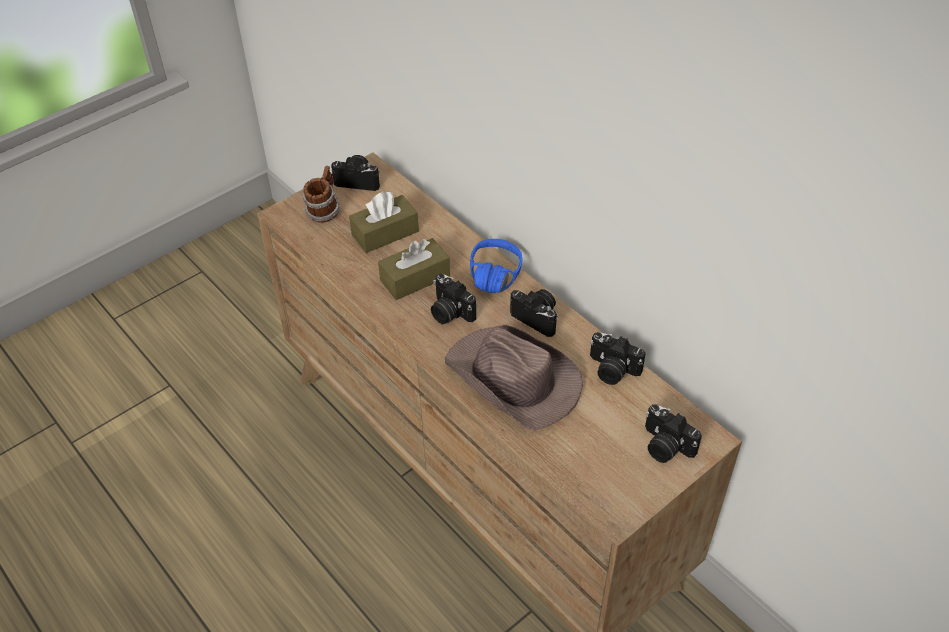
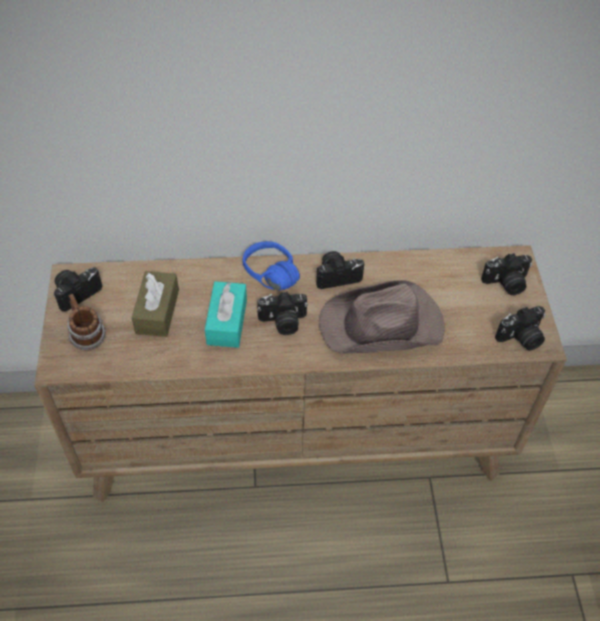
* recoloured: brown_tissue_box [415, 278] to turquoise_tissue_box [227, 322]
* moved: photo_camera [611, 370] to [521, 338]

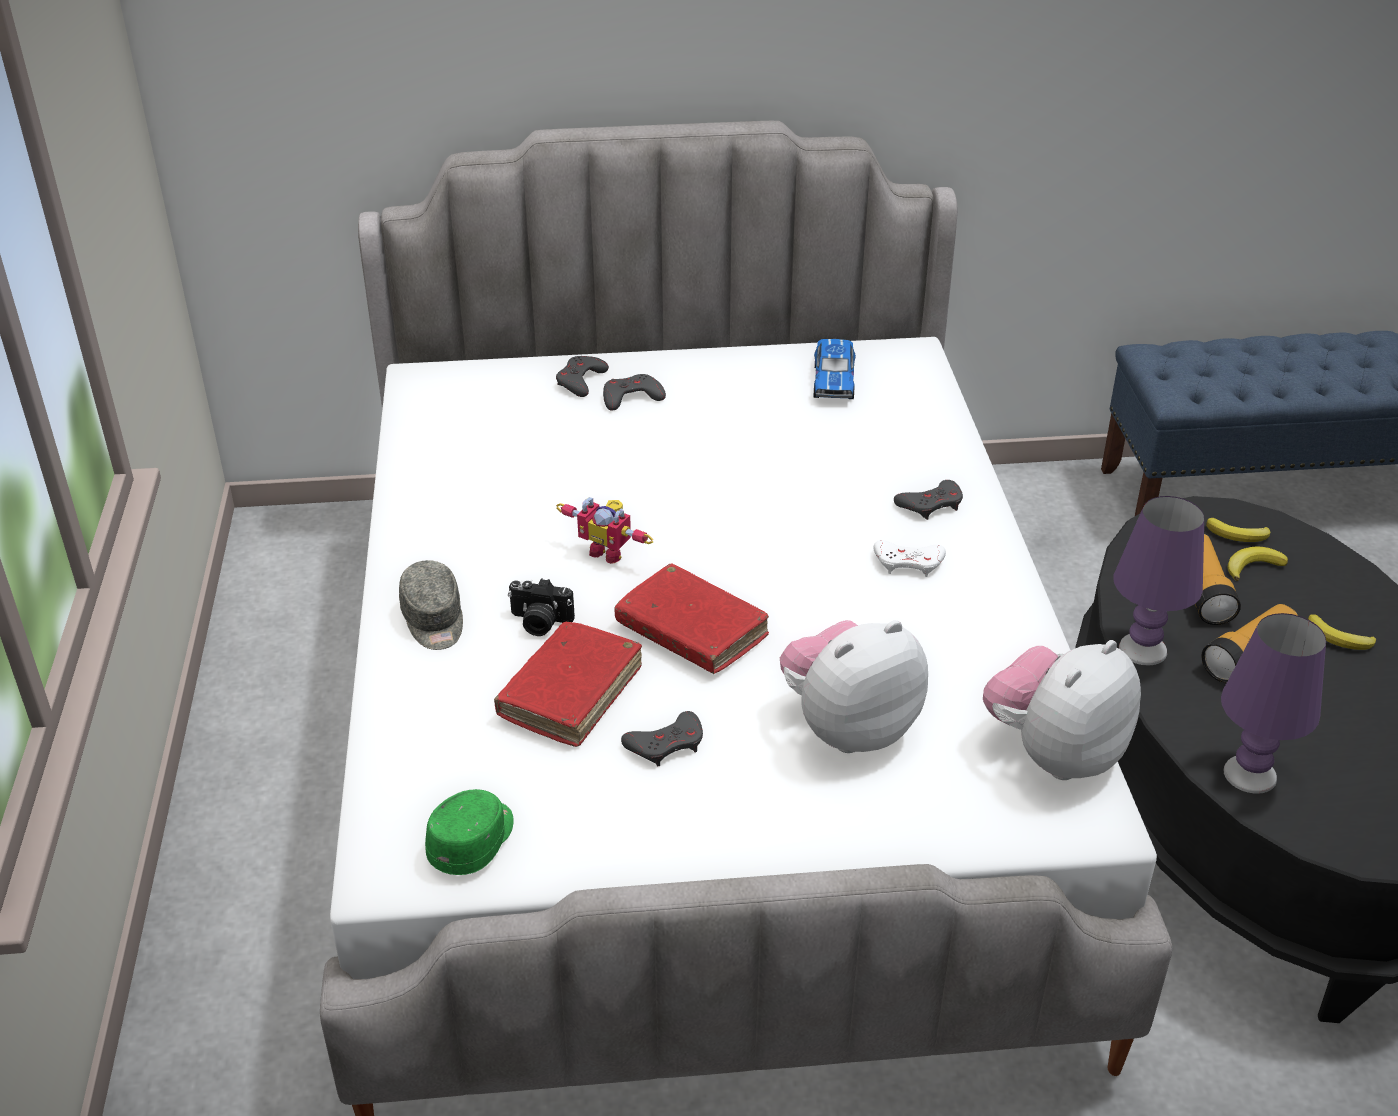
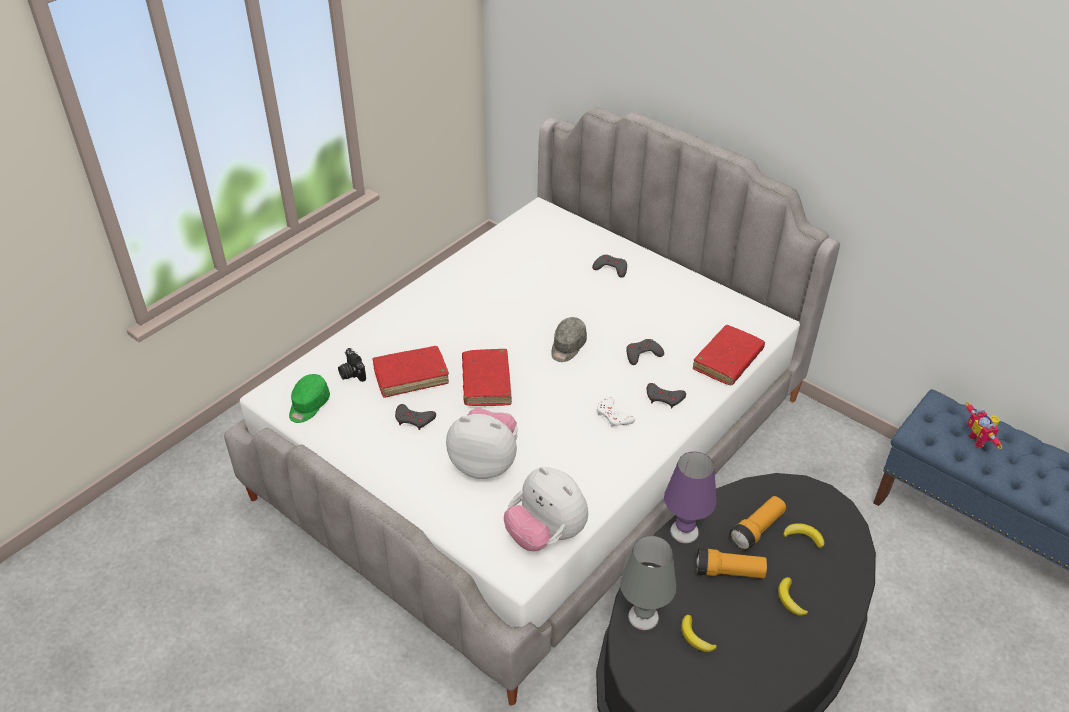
* moved: grey_cap [434, 620] to [567, 347]
* turned: green_cap [473, 841] = [308, 405] 135 degrees clockwise
* moved: photo_camera [539, 622] to [351, 373]
* moved: grey_game_controller [580, 381] to [642, 354]
* moved: toy_robot [609, 551] to [980, 439]
* removed: toy_car [833, 380]
* turned: plush_toy [1054, 753] = [545, 534] 135 degrees counterclockwise
* moved: banana [1238, 535] to [695, 637]
* recoloured: purple_table_lamp [1250, 775] to grey_table_lamp [643, 617]
* added: red_book [727, 361]

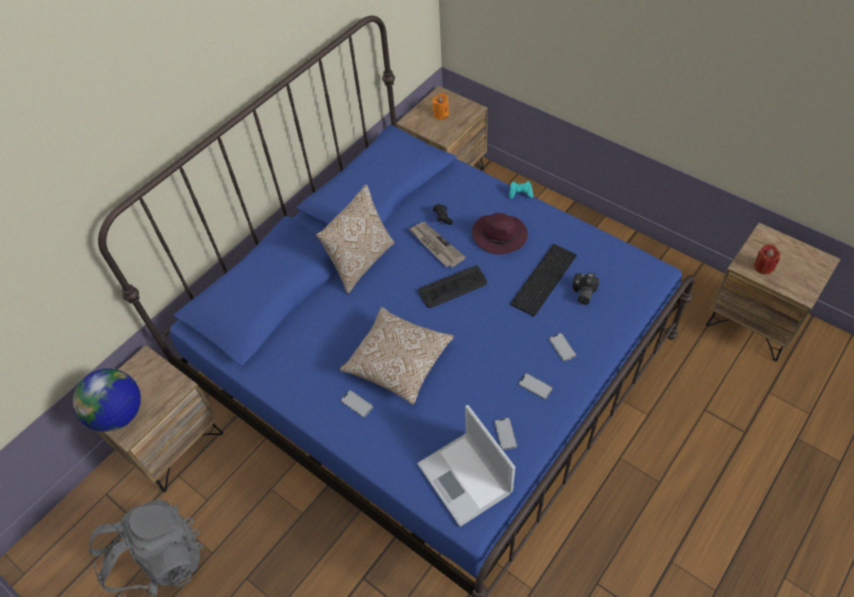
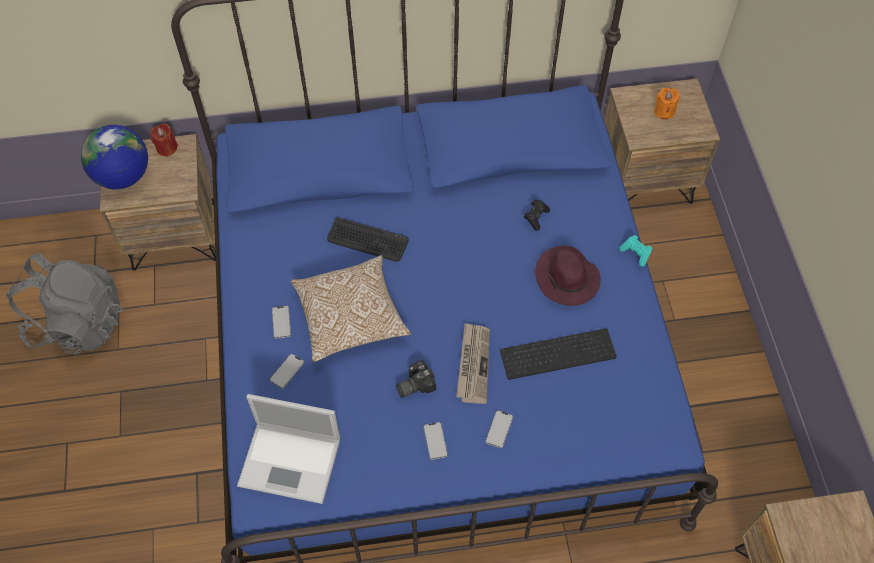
* removed: pillow [360, 262]
* moved: newspaper [435, 246] to [473, 364]
* turned: laptop [466, 479] = [292, 462] 90 degrees counterclockwise
* moved: keyboard [453, 287] to [367, 240]
* moved: phone [505, 434] to [287, 371]
* moved: photo_camera [582, 293] to [413, 384]
* moved: red_candle [763, 267] to [167, 148]

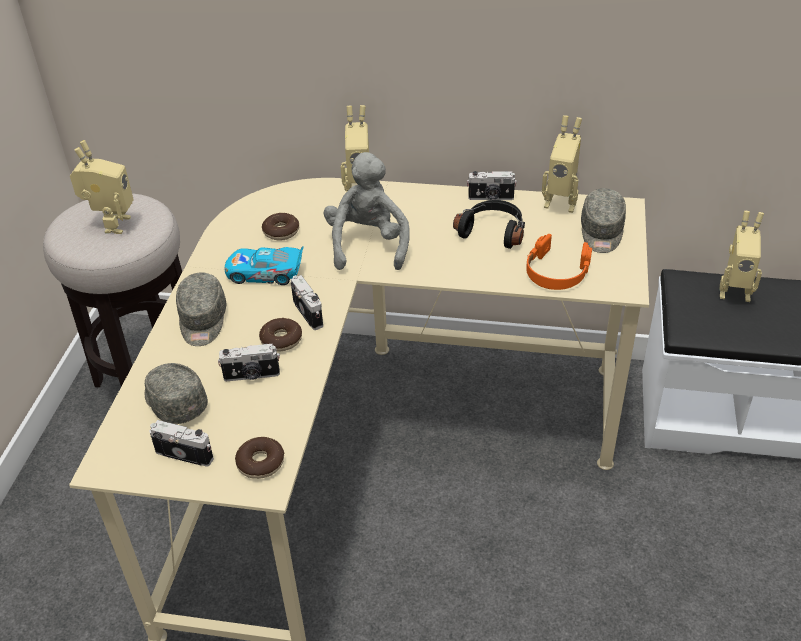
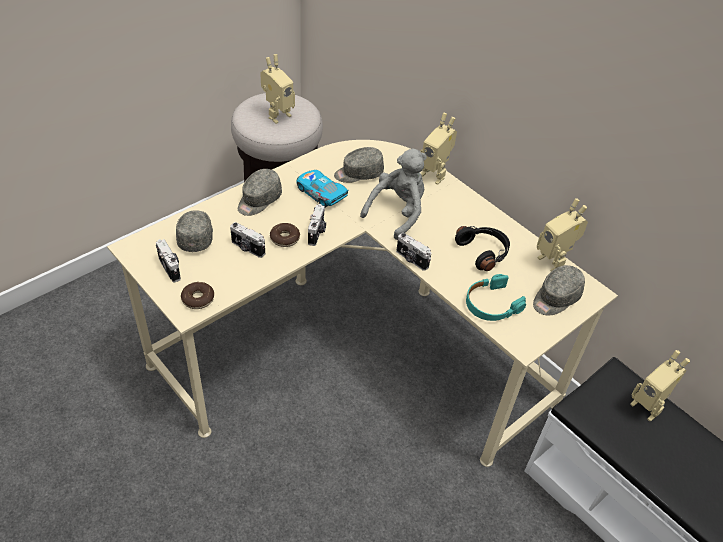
* replaced: donut [281, 231] to grey_cap [358, 174]
* moved: photo_camera [491, 198] to [411, 260]
* recoloured: orange_headphones [556, 272] to turquoise_headphones [491, 304]

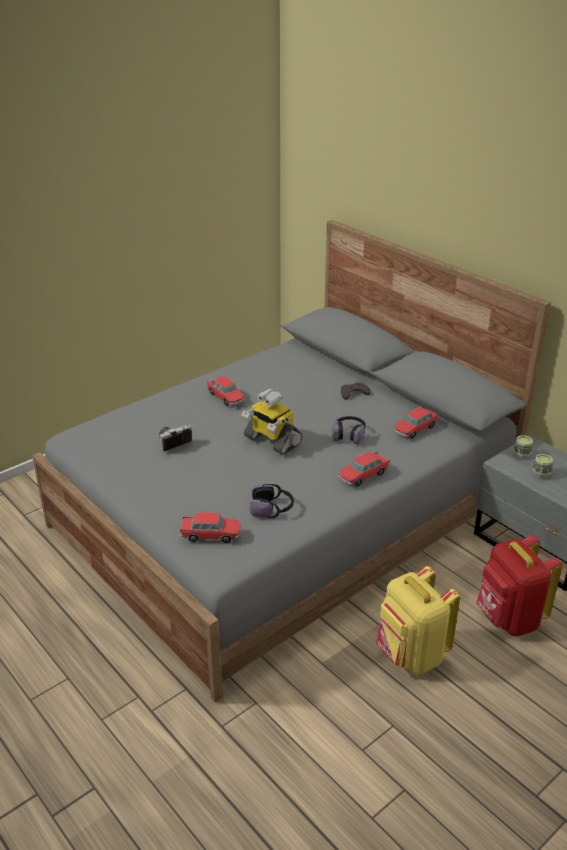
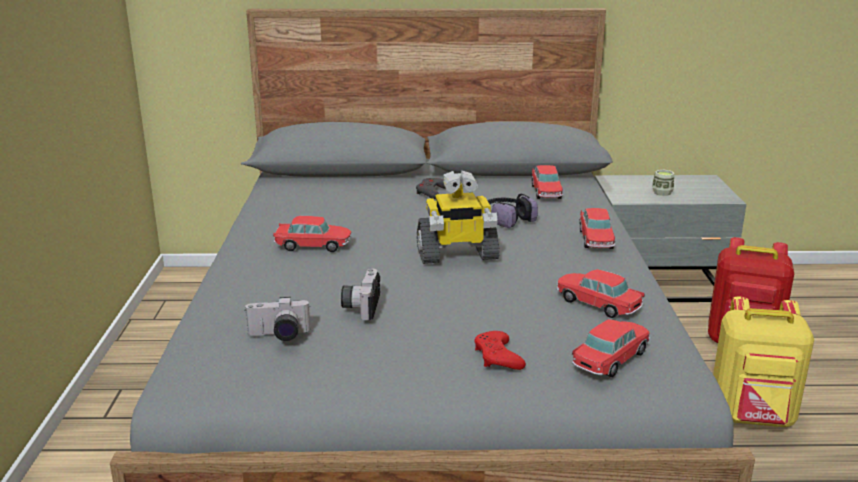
* replaced: headphones [272, 508] to toy_car [597, 304]
* removed: cup [521, 455]
* added: photo_camera [279, 335]
* added: red_game_controller [497, 356]

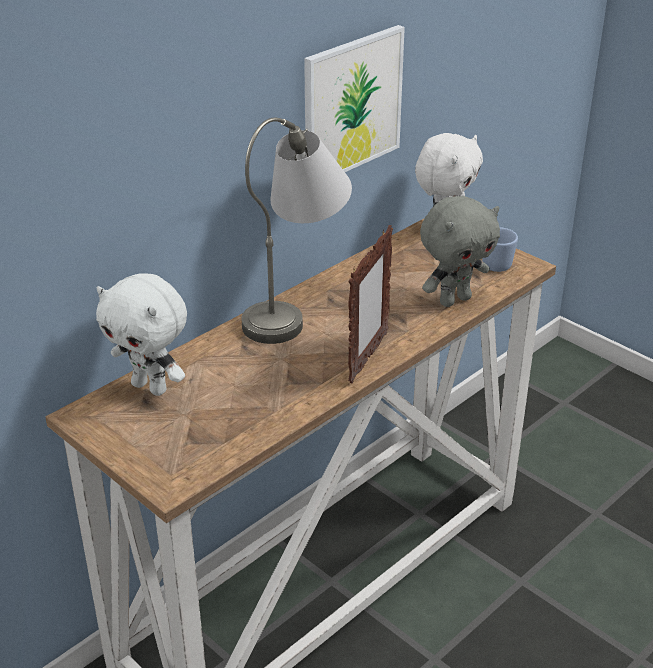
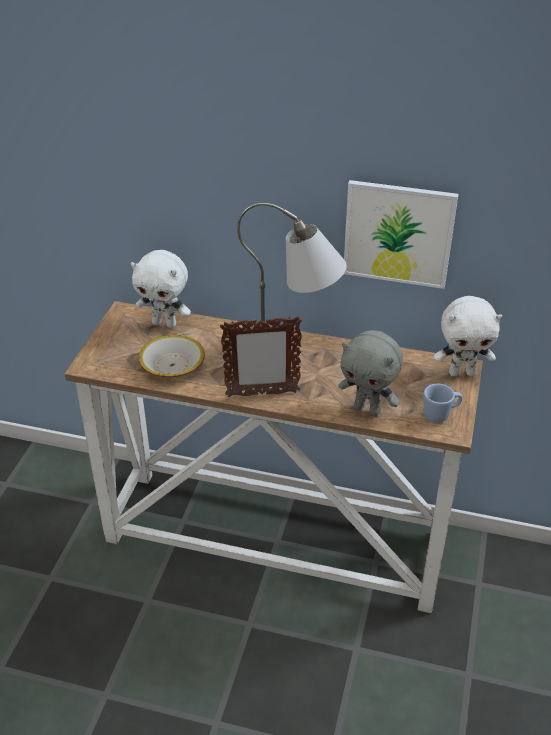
* turned: white_plush_toy [151, 387] = [165, 323] 75 degrees counterclockwise
* added: bowl [172, 366]

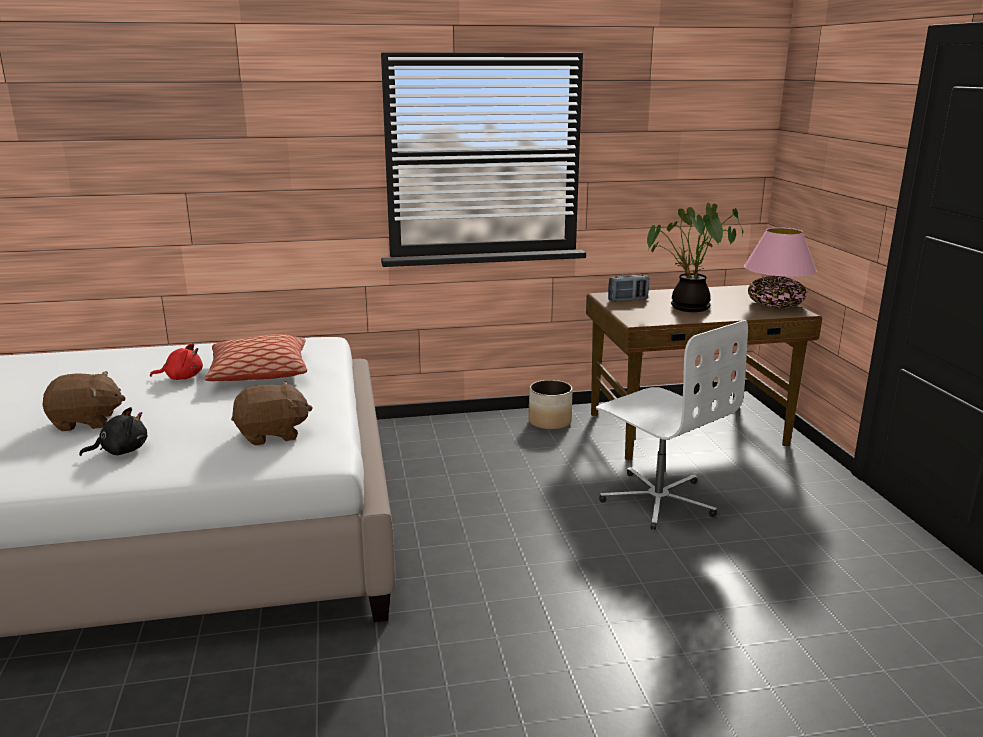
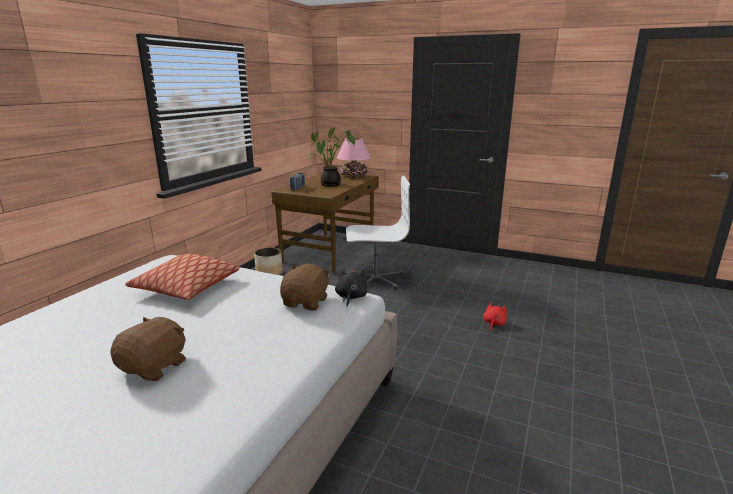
* moved: black_plush_toy [121, 451] to [351, 297]
* moved: red_plush_toy [182, 377] to [493, 324]

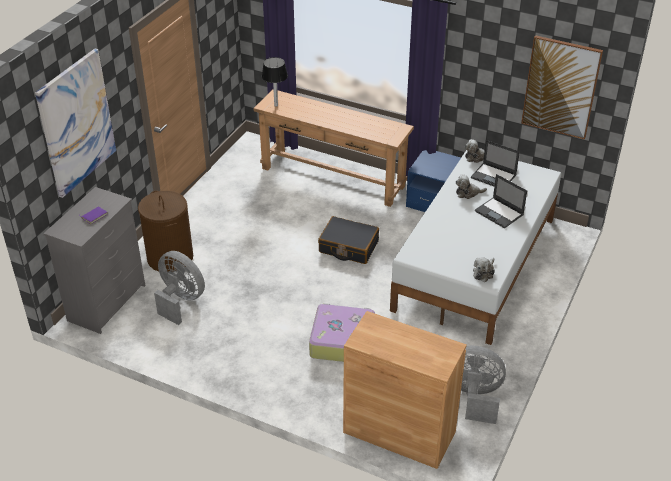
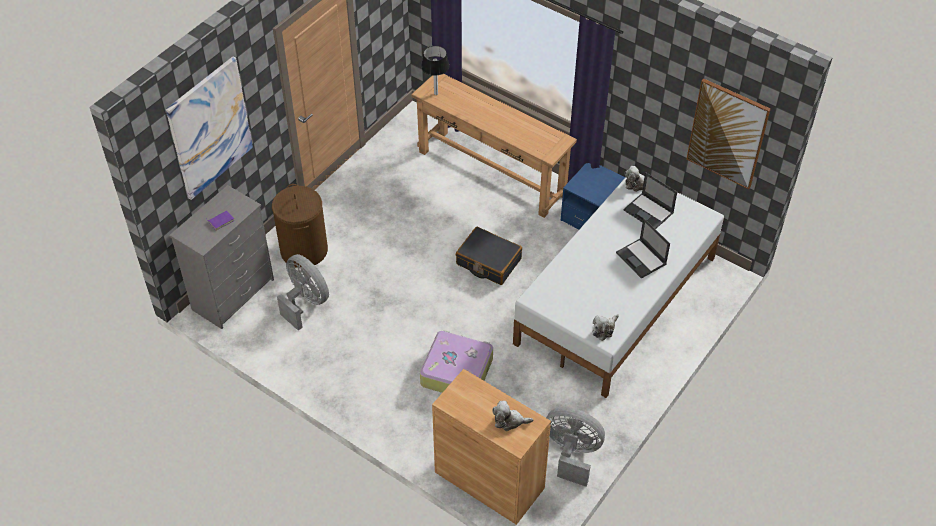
* moved: plush_toy [468, 193] to [509, 421]

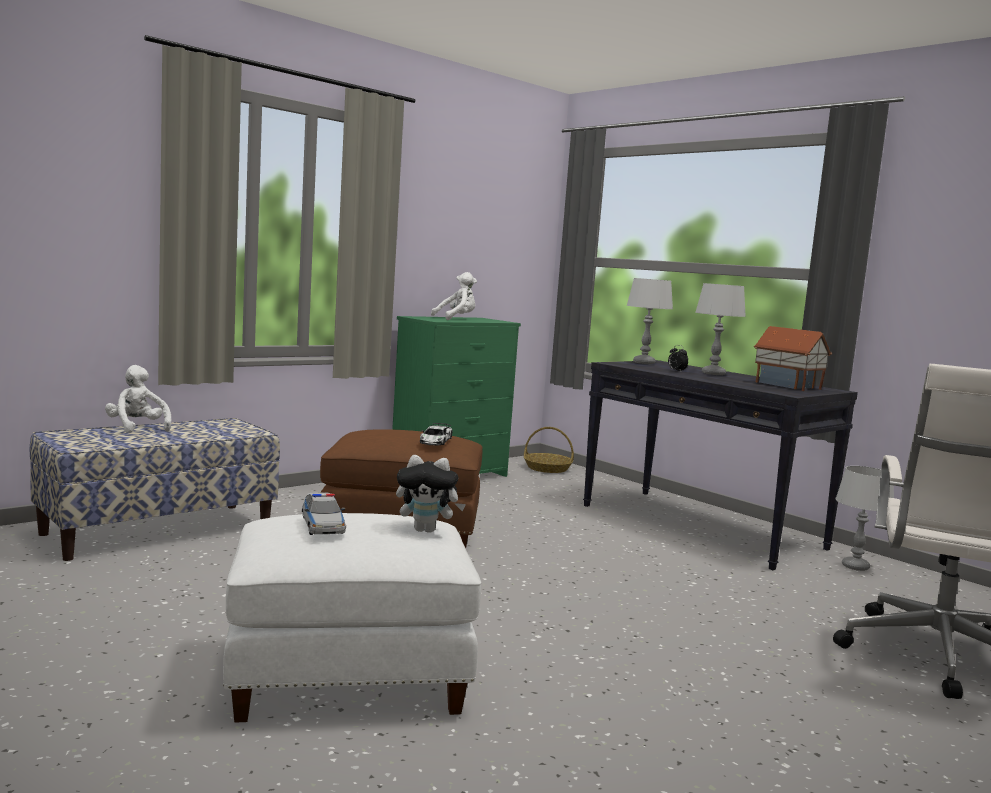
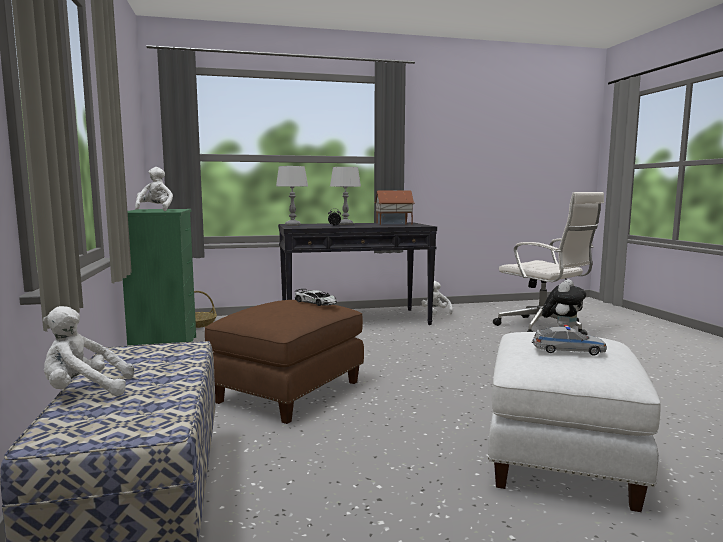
* replaced: grey_table_lamp [855, 566] to white_plush_toy [435, 312]

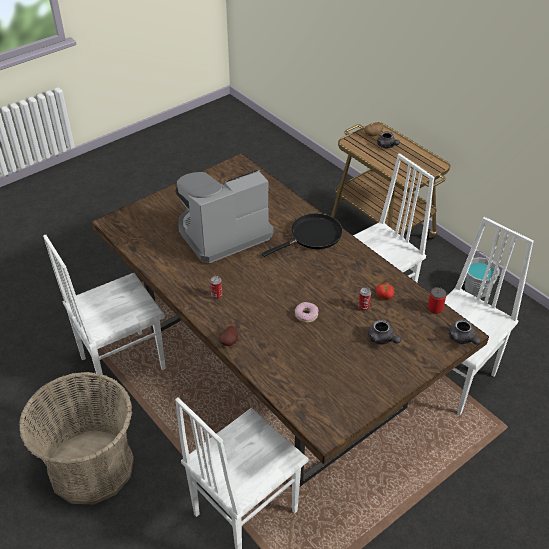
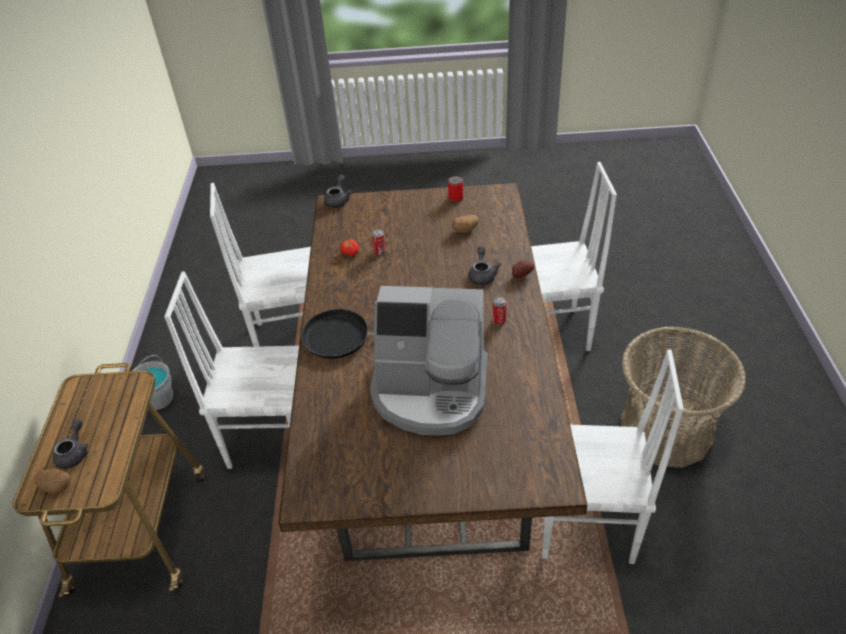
* removed: donut [306, 315]
* moved: grey_teapot [382, 339] to [482, 275]
* moved: can [435, 308] to [455, 198]
* added: potato [465, 230]

